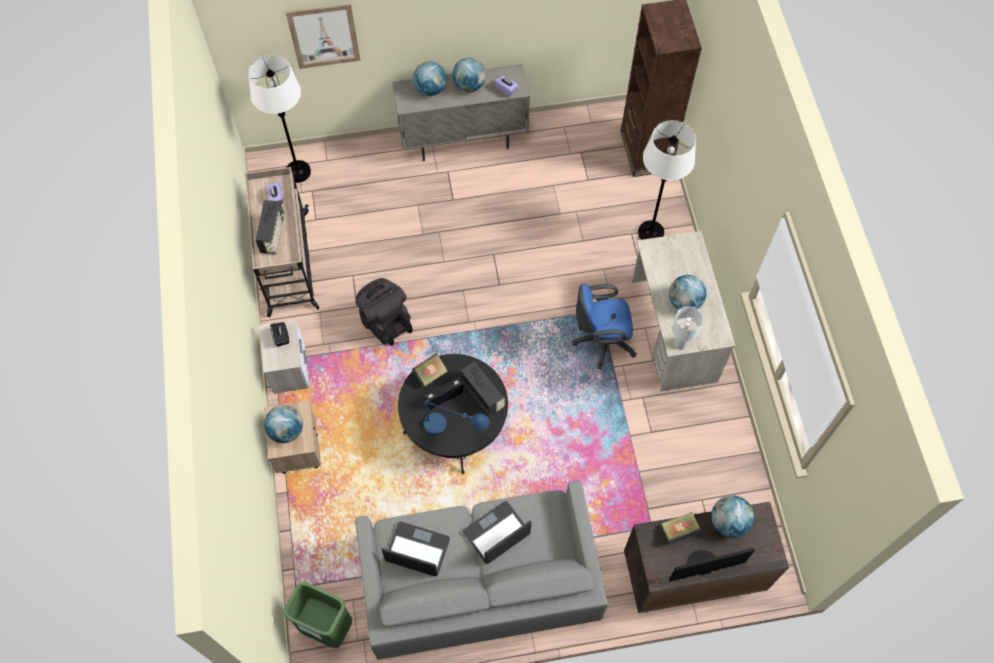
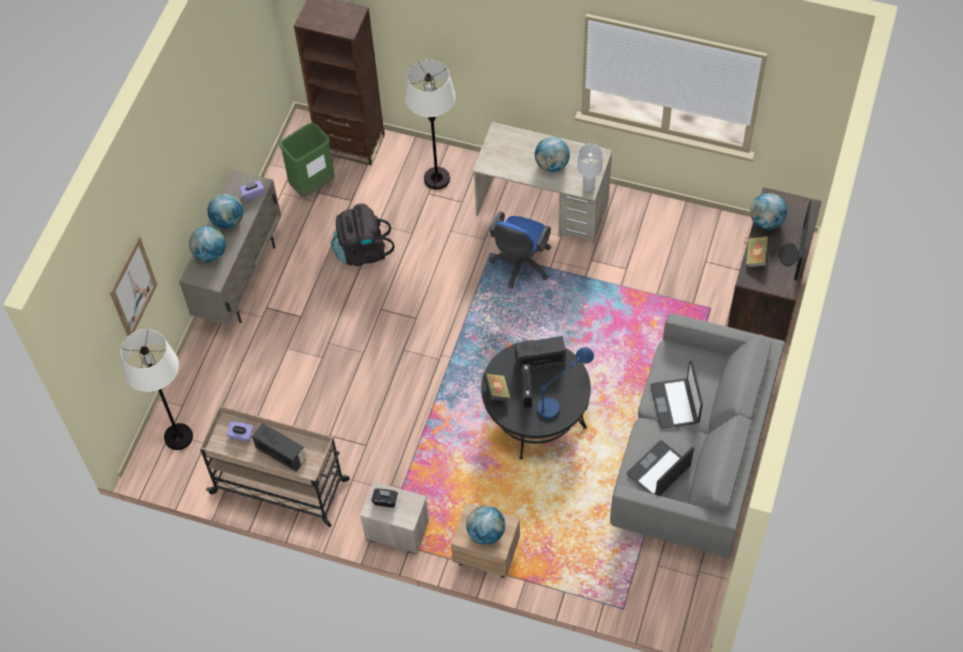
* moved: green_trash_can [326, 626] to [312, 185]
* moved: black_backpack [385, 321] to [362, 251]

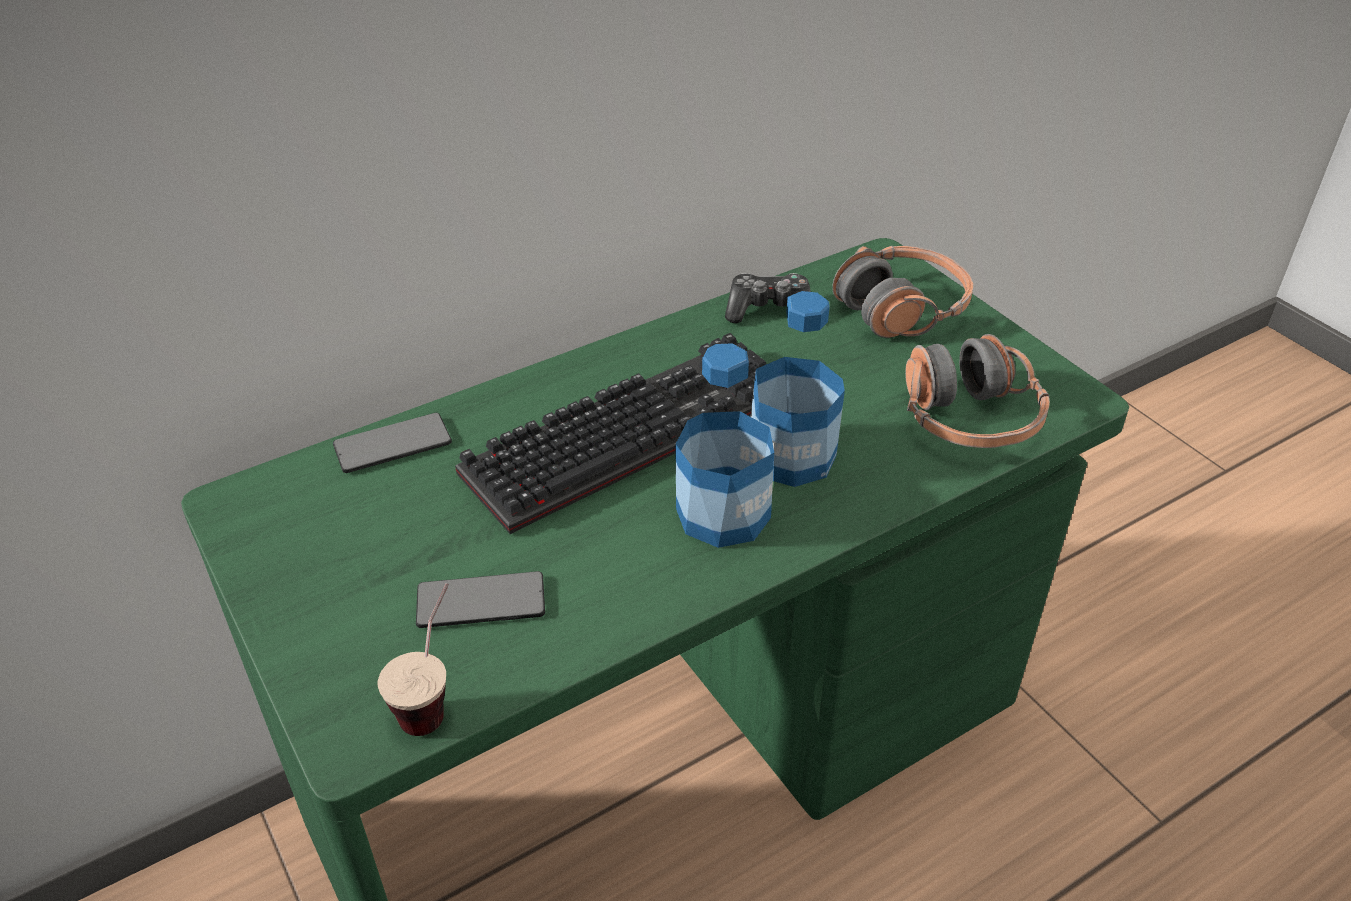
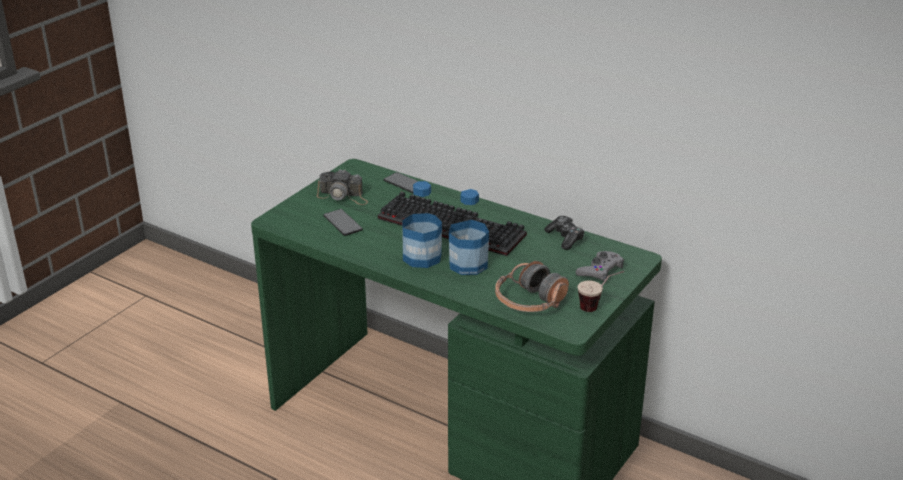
* moved: cup [434, 697] to [598, 307]
* replaced: headphones [901, 309] to grey_game_controller [600, 271]
* added: photo_camera [343, 196]

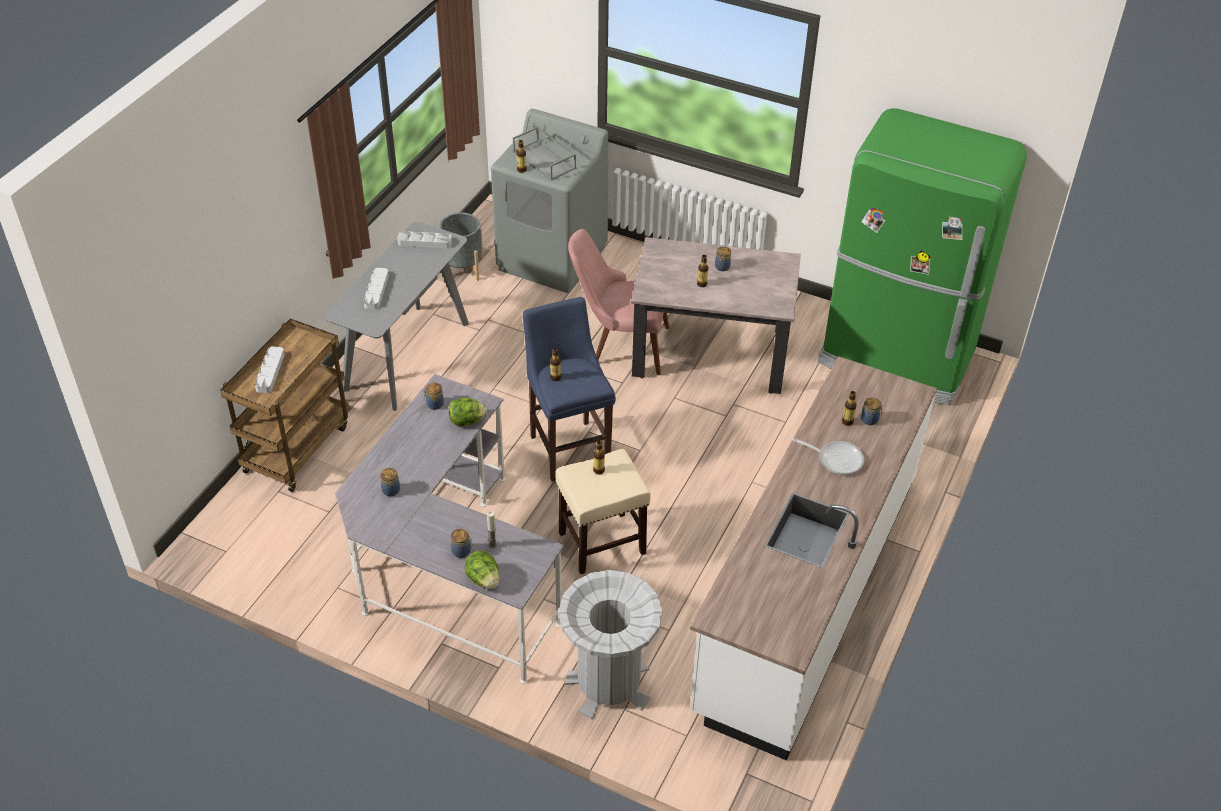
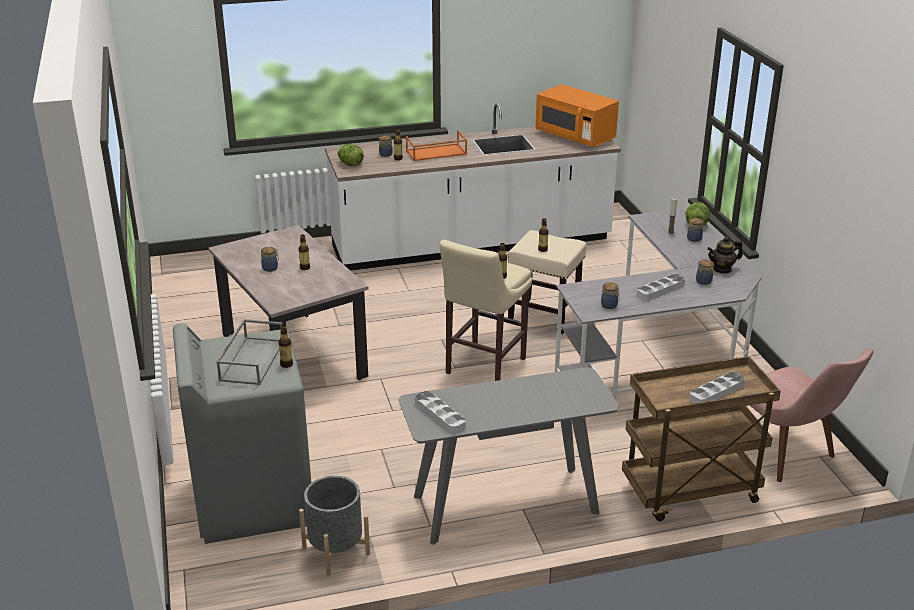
* moved: grey_tray [376, 291] to [660, 290]
* moved: lettuce [467, 421] to [350, 164]
* recoloured: blue_stool [569, 447] to beige_stool [483, 367]
* removed: grey_trash_can [608, 683]
* moved: pink_chair [619, 345] to [789, 455]
* replaced: frying_pan [836, 459] to orange_tray [436, 152]
* removed: green_fridge [897, 358]
* added: orange_microwave [575, 136]
* added: teapot [722, 269]

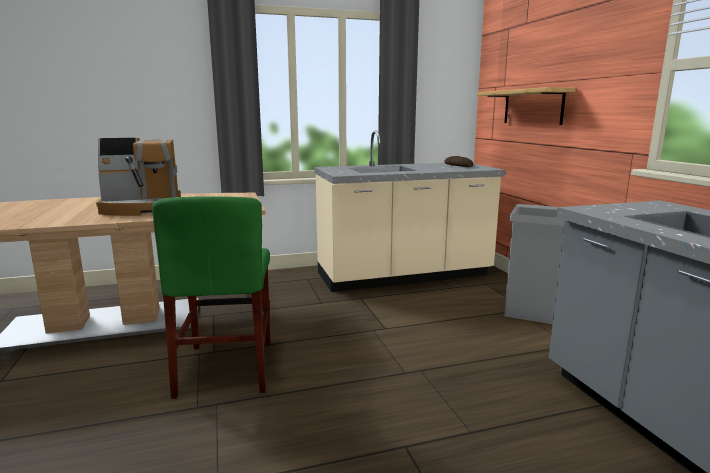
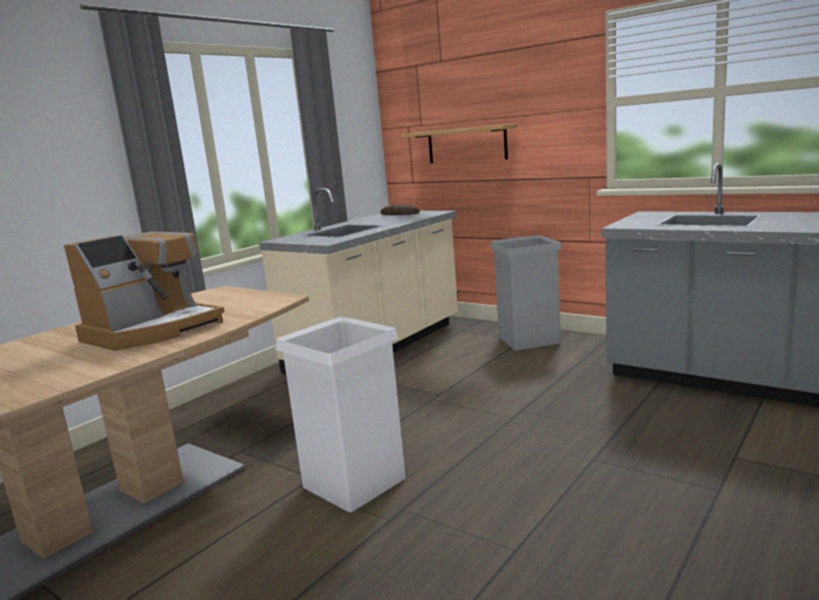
* replaced: green_chair [226, 367] to white_trash_can [353, 482]

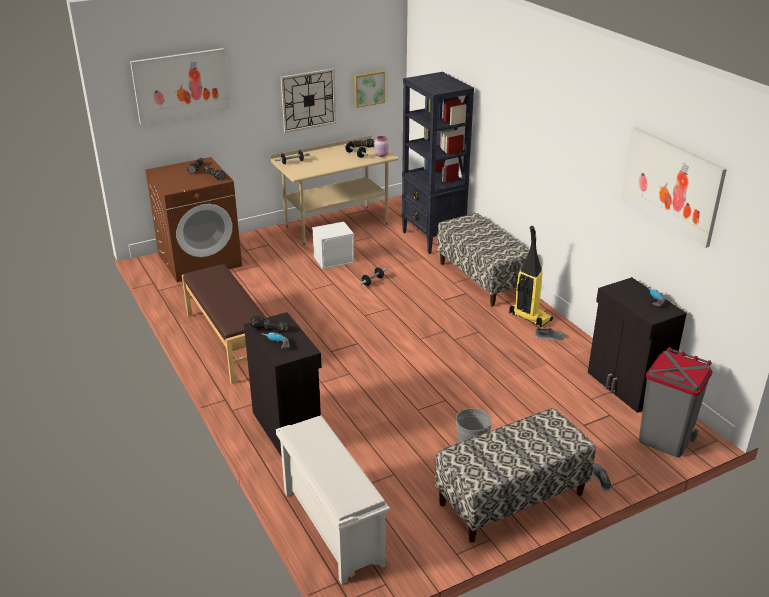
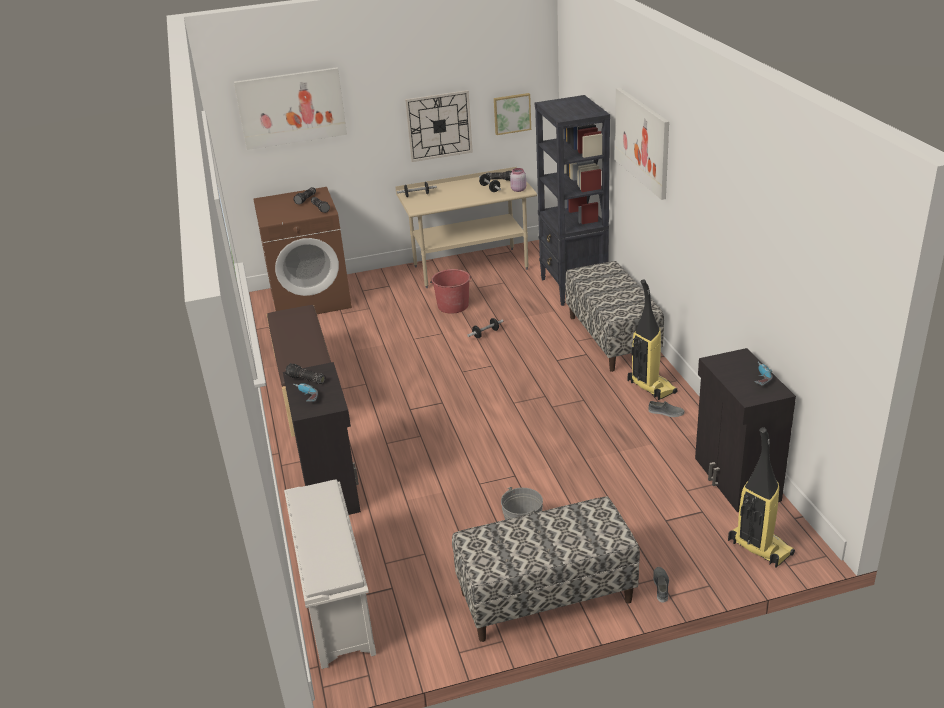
* replaced: white_storage_box [334, 259] to red_bucket [453, 306]
* moved: picture [671, 185] to [642, 141]
* replaced: grey_trash_can [664, 439] to vacuum_cleaner [758, 548]

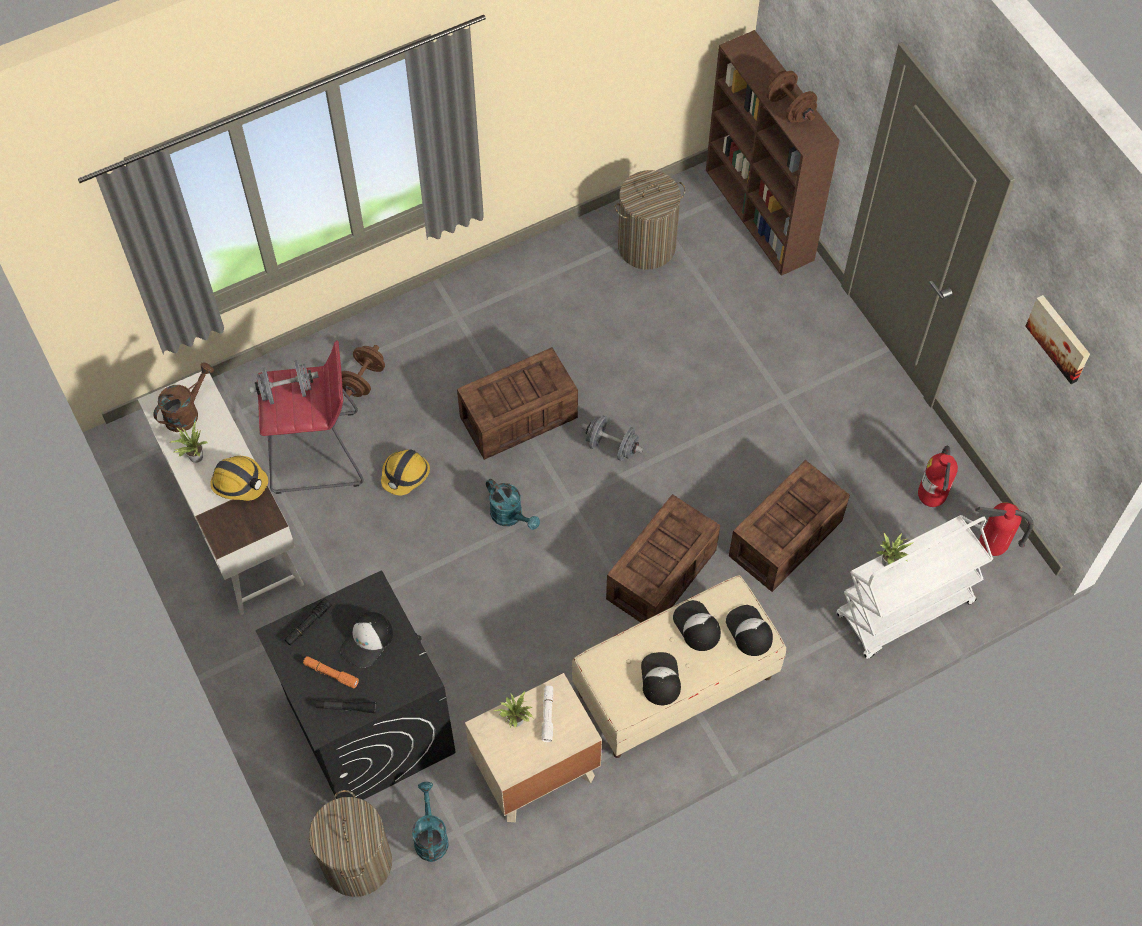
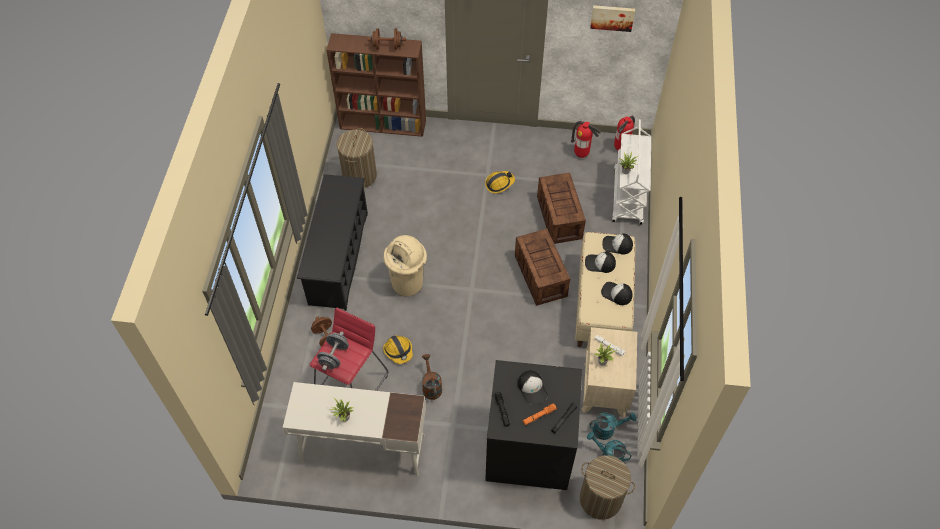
* moved: brown_watering_can [186, 412] to [431, 386]
* moved: hard_hat [239, 482] to [499, 183]
* replaced: crate [517, 418] to beige_trash_can [408, 284]
* moved: turquoise_watering_can [511, 516] to [607, 429]
* removed: grey_dumbbell [611, 446]
* added: black_shoe_rack [338, 258]

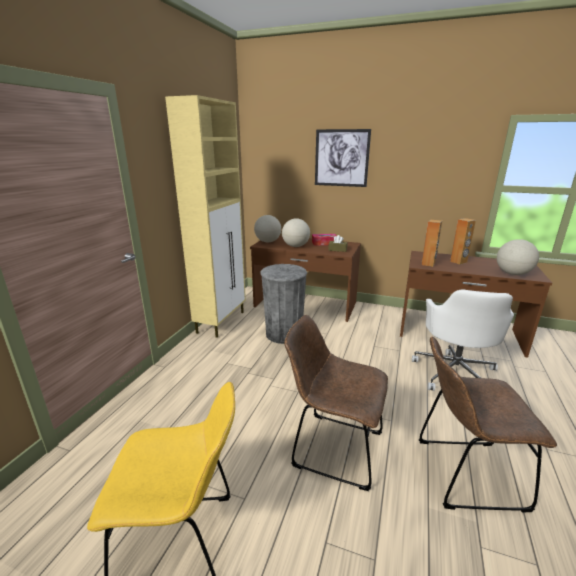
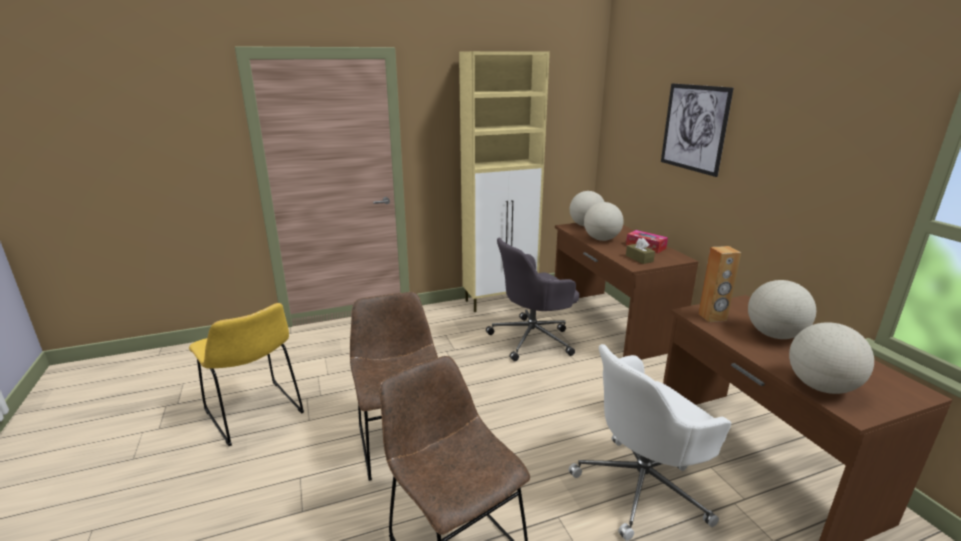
* replaced: grey_trash_can [284, 334] to grey_office_chair [533, 338]
* replaced: brown_speaker [458, 262] to globe [774, 335]

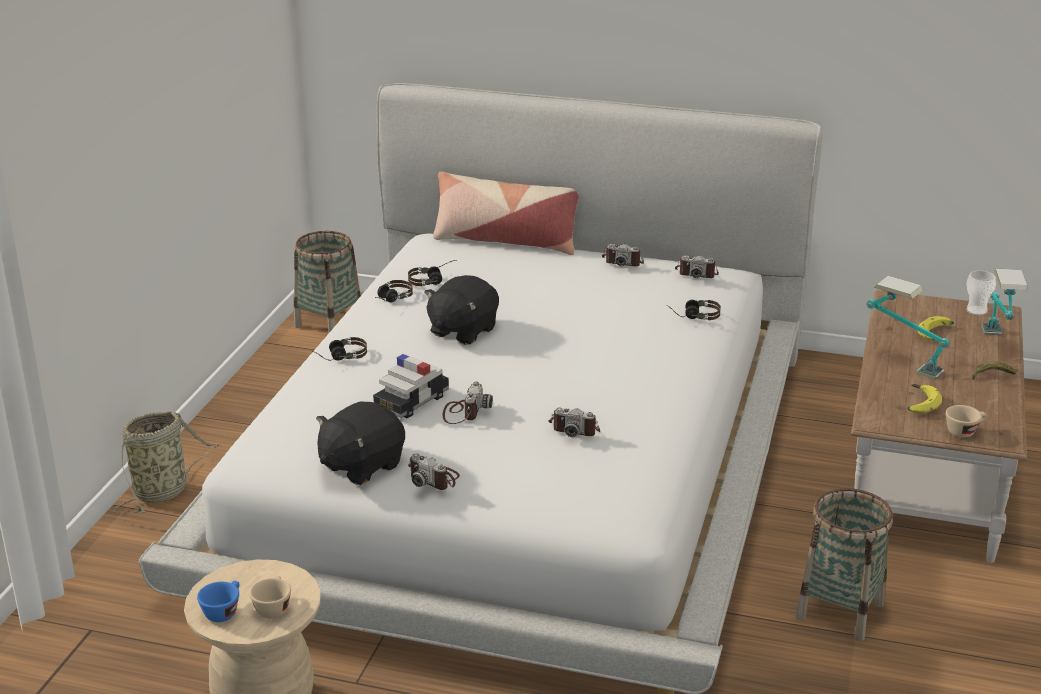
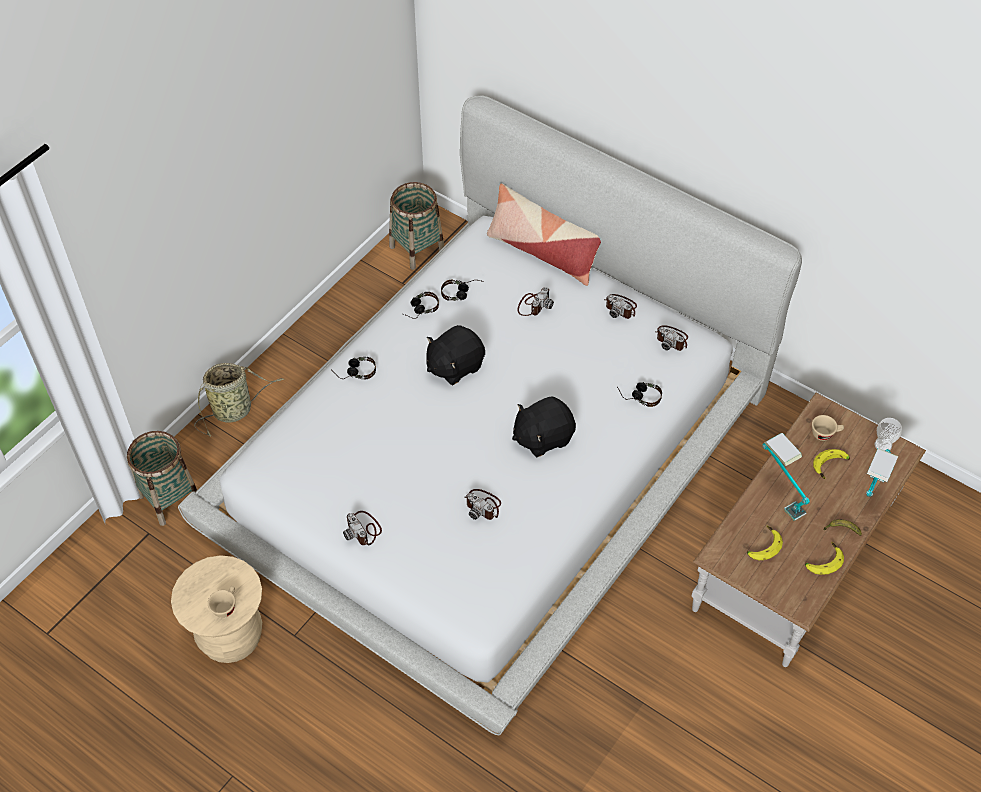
* removed: blue_cup [223, 611]
* moved: black_plush_toy [361, 465] to [543, 437]
* removed: toy_car [411, 402]
* moved: photo_camera [464, 411] to [534, 305]
* moved: basket [840, 611] to [169, 498]
* moved: beige_cup [964, 431] to [825, 433]
* added: banana [822, 561]

